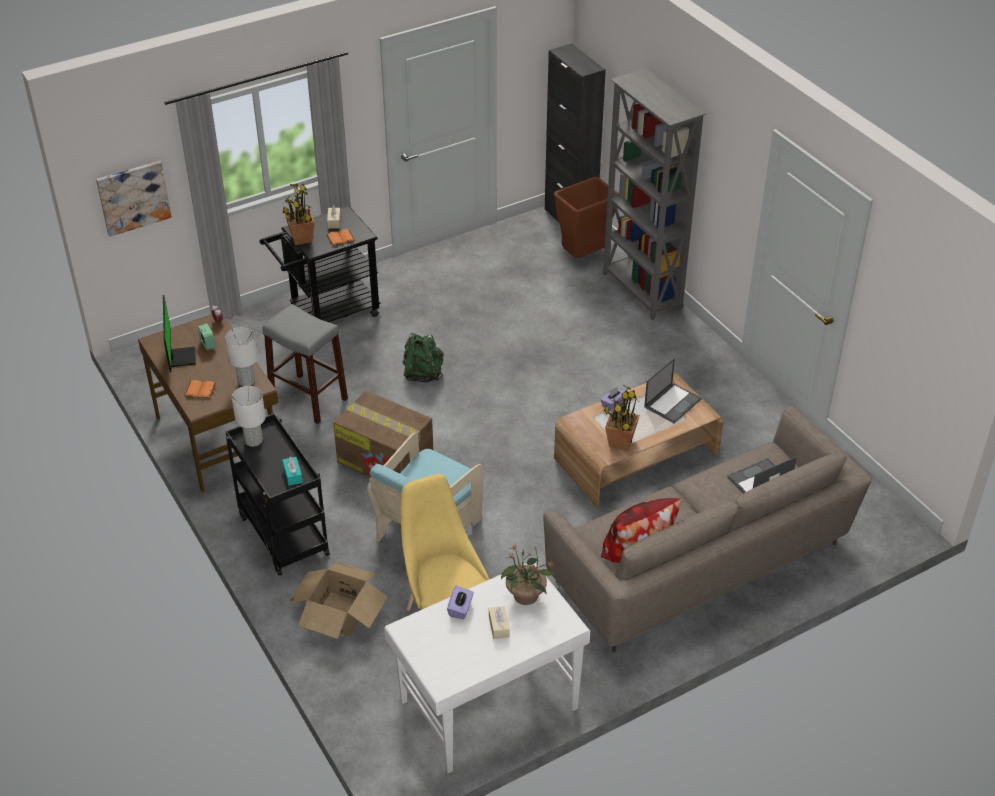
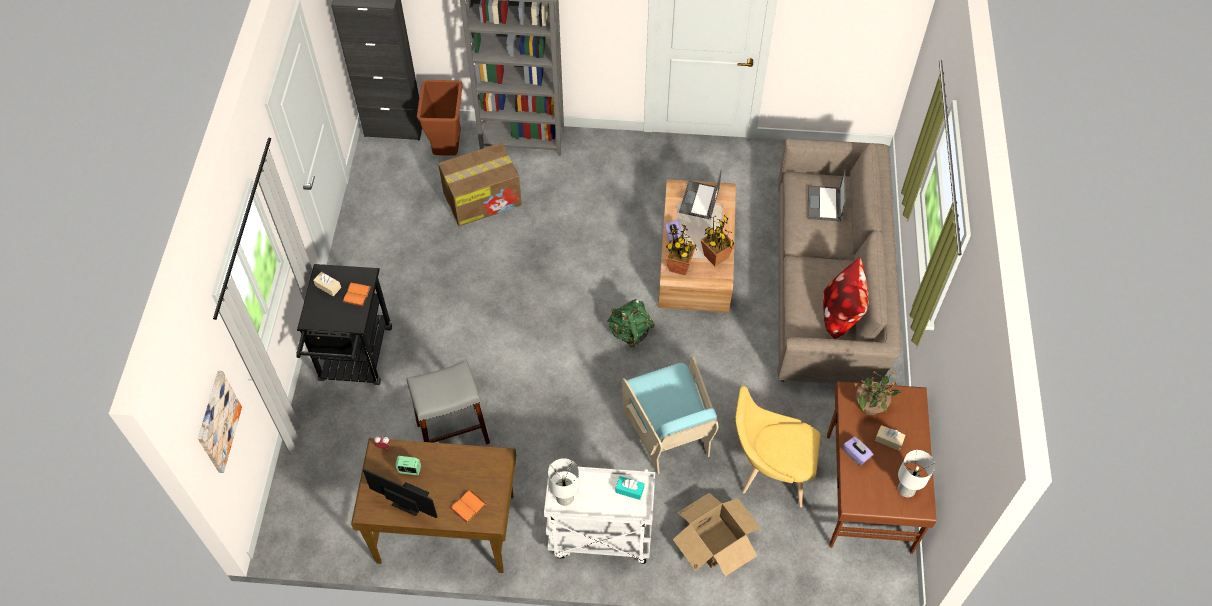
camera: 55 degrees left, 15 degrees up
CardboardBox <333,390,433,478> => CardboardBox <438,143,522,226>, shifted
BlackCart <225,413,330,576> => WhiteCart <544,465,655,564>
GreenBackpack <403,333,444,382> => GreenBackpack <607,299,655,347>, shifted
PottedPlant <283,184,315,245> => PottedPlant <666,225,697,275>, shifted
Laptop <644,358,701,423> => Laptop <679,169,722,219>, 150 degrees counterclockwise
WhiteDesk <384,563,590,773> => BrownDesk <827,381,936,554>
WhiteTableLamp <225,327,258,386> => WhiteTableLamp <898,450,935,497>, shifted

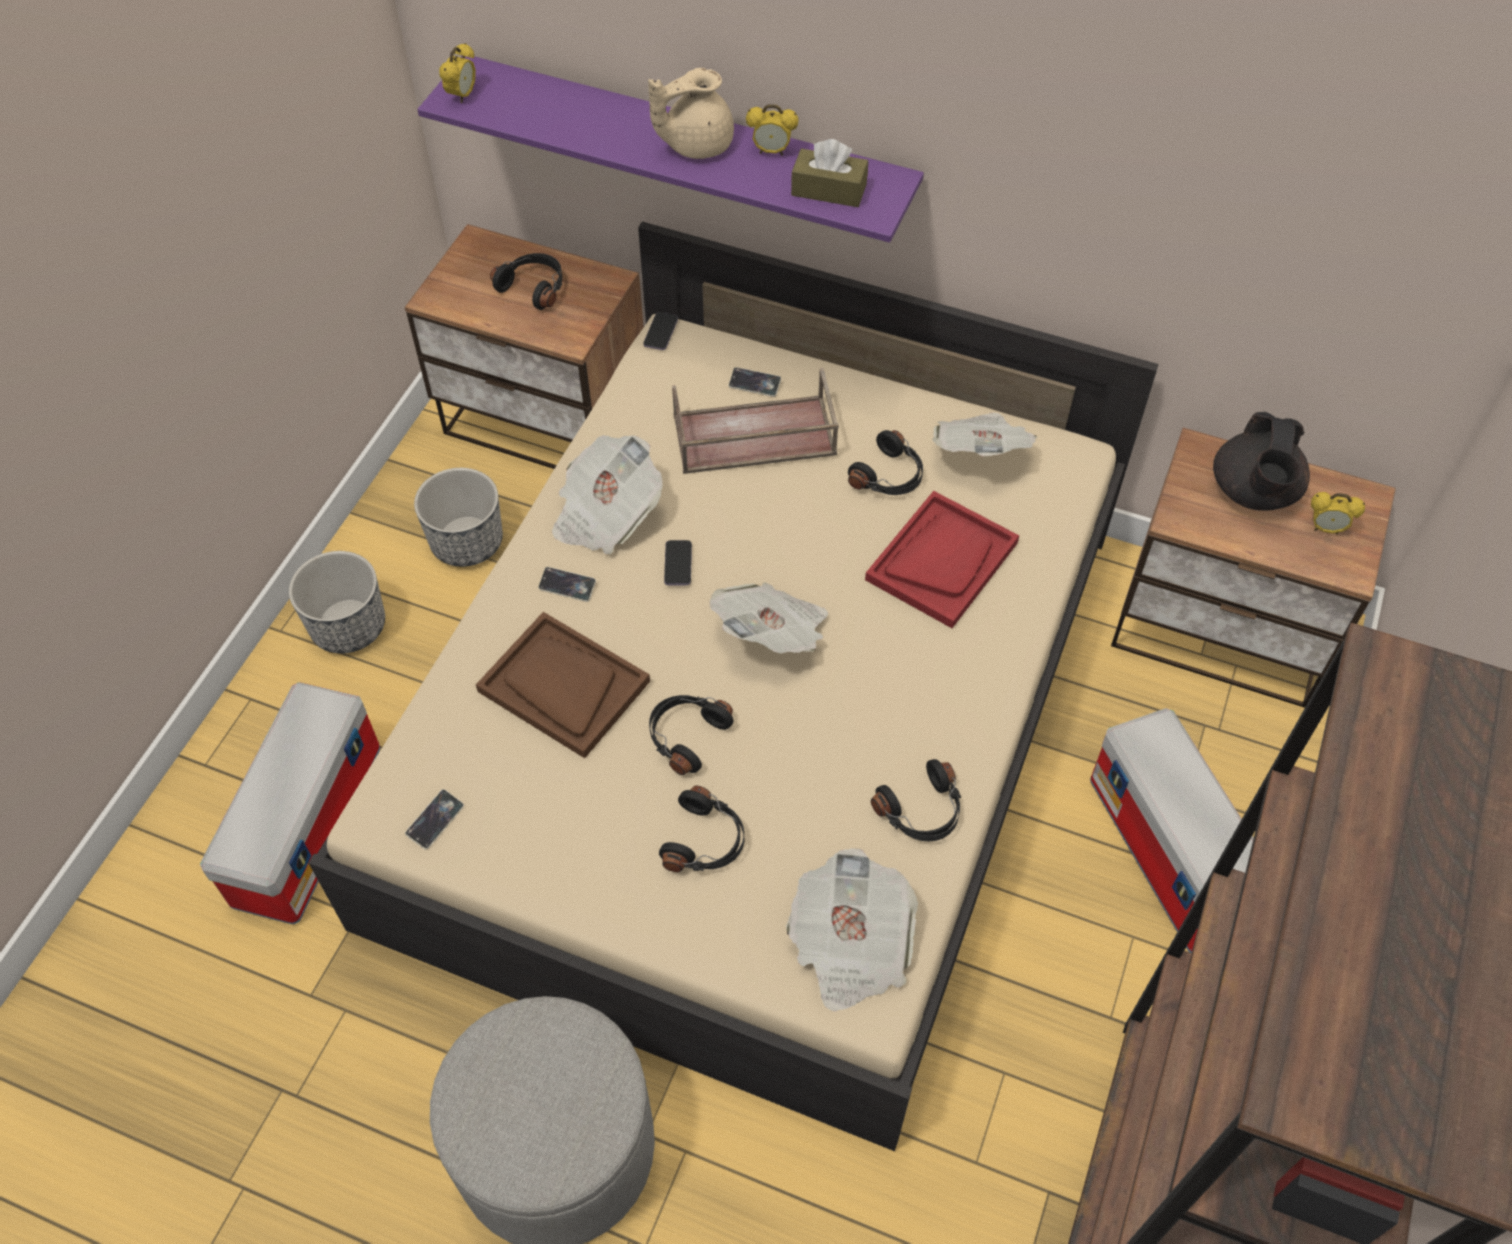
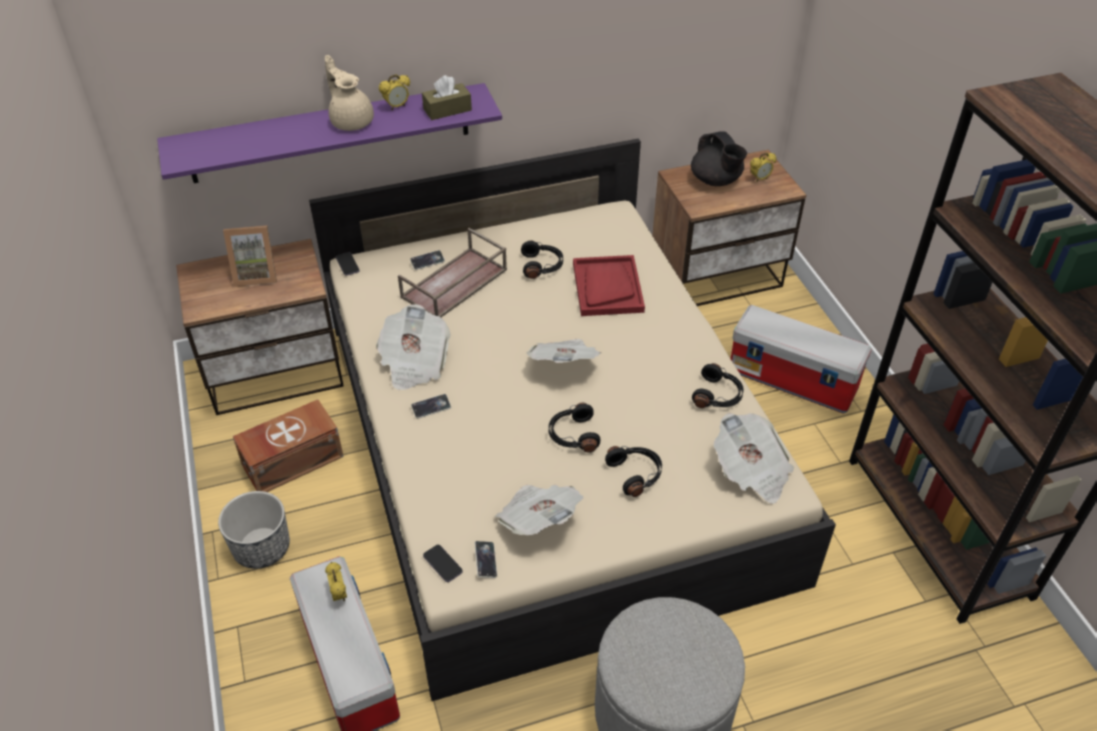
camera: 40 degrees left, 10 degrees down
BlackHeadphones <490,253,562,310> => PictureFrame <223,226,277,287>
Planter <414,468,503,567> => BrownStorageBox <233,399,344,492>
BeigeTeapot <648,68,734,159> => BeigeTeapot <325,55,374,131>, 120 degrees clockwise
AlarmClock <439,43,476,104> => AlarmClock <325,562,347,601>, shifted
Phone <664,540,692,585> => Phone <423,545,463,582>, shifted
Newspaper <932,413,1037,457> => Newspaper <495,485,583,535>, shifted
BrownTray <476,612,650,758> => nothing

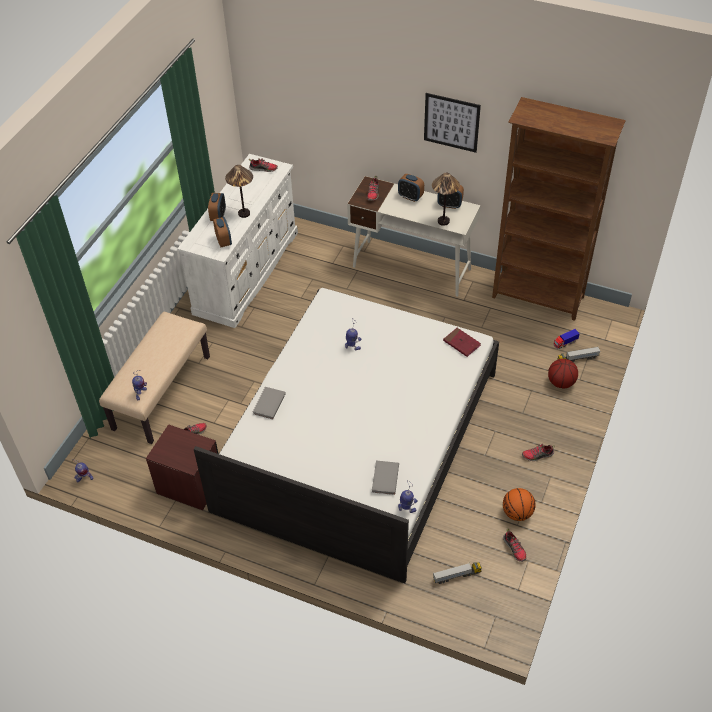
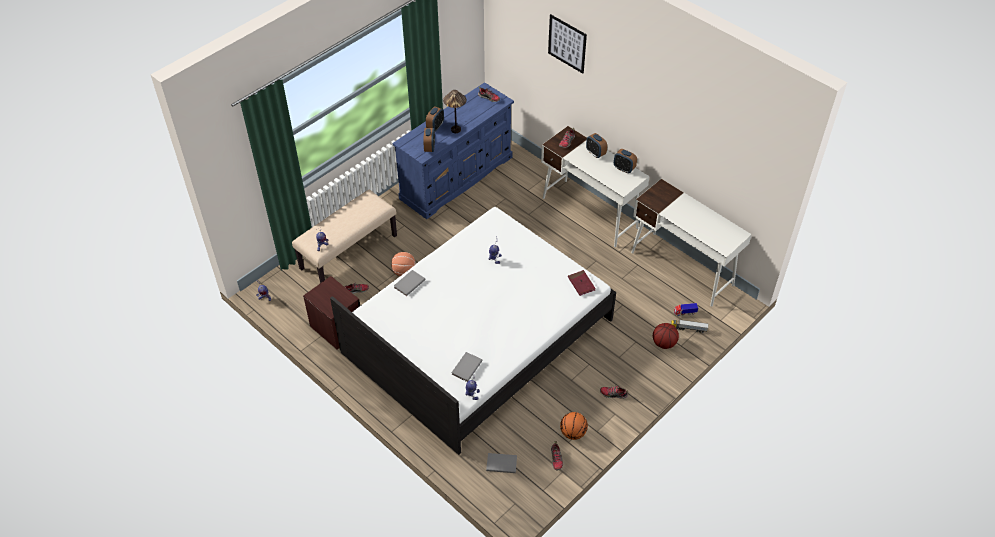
camera: 20 degrees right, 0 degrees up
nothing => Basketball <391,252,416,276>
WhiteDresser <177,154,298,328> => BlueDresser <393,82,514,219>
ToyTruck <433,562,482,584> => GreyBook <486,453,517,473>
Picture <424,93,481,153> => Picture <548,14,587,74>, shifted
BrownBookcase <492,97,626,321> => WhiteDesk <631,179,752,307>
TableLamp <432,173,460,226> => nothing

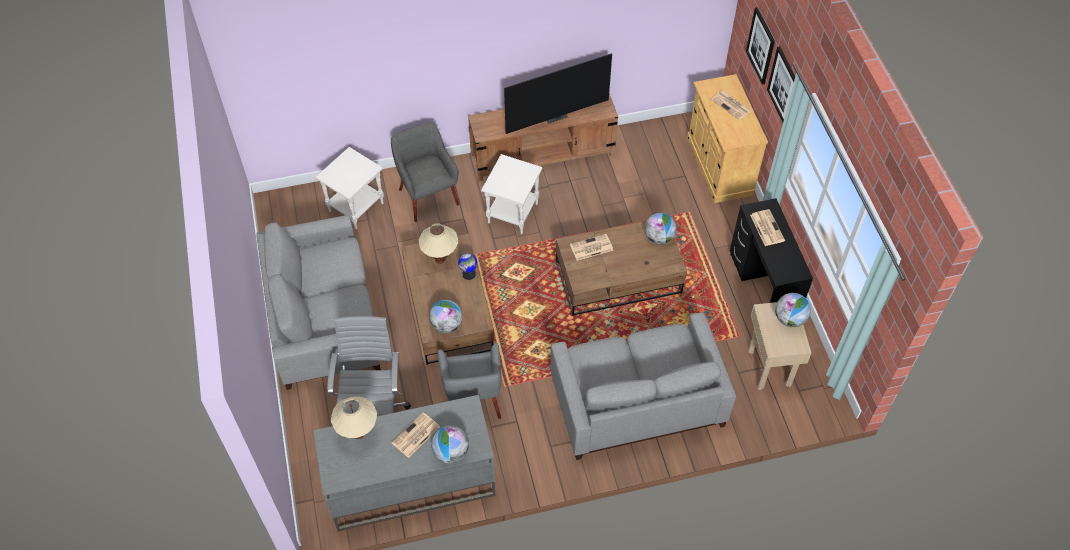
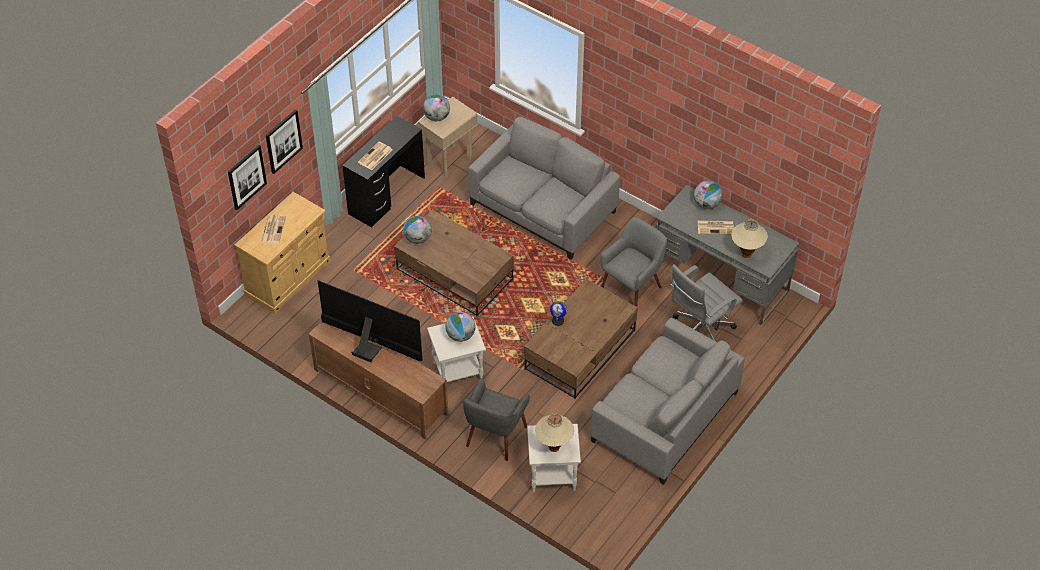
camera: 130 degrees left, 5 degrees down
Globe <429,300,463,333> => Globe <445,312,475,342>, shifted
BeigeTableLamp <419,223,459,264> => BeigeTableLamp <535,413,574,452>, shifted
Newspaper <570,234,613,261> => nothing

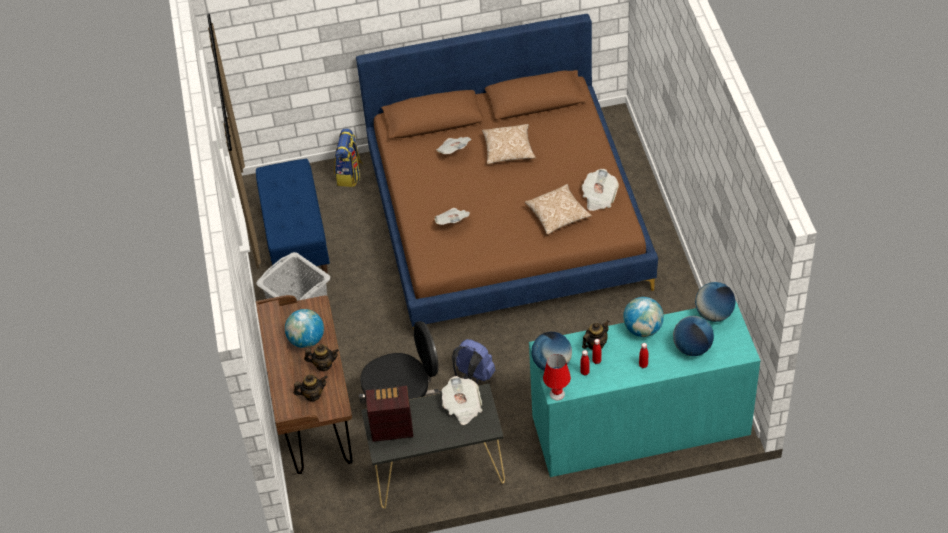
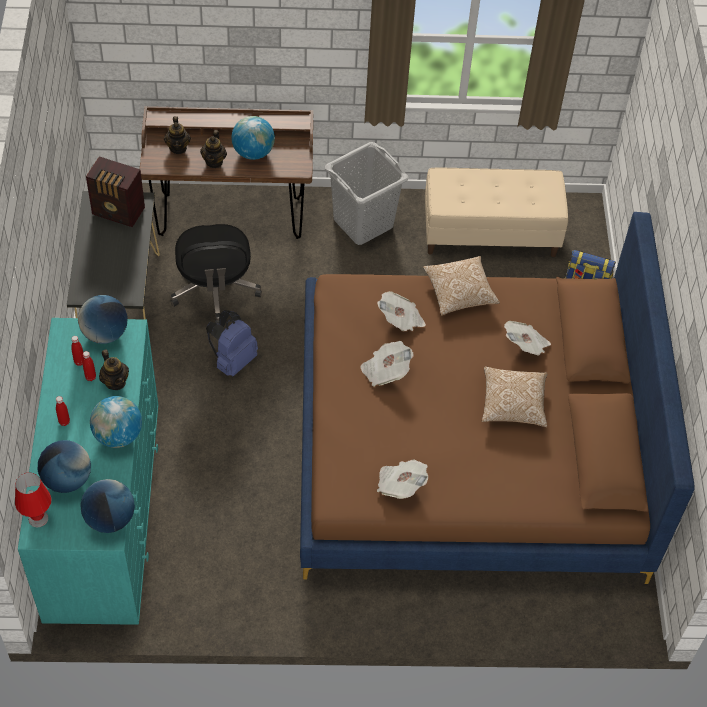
camera: 95 degrees right, 5 degrees up
RedTableLamp <543,354,571,401> => RedTableLamp <15,472,51,527>, shifted
Radio <366,385,413,442> => Radio <86,156,145,227>, 105 degrees clockwise
Newspaper <442,376,483,425> => Newspaper <360,341,414,387>, shifted
Pillow <525,184,592,235> => Pillow <423,256,500,315>, shifted
BlueBench <256,159,330,273> => BeigeBench <425,167,568,257>

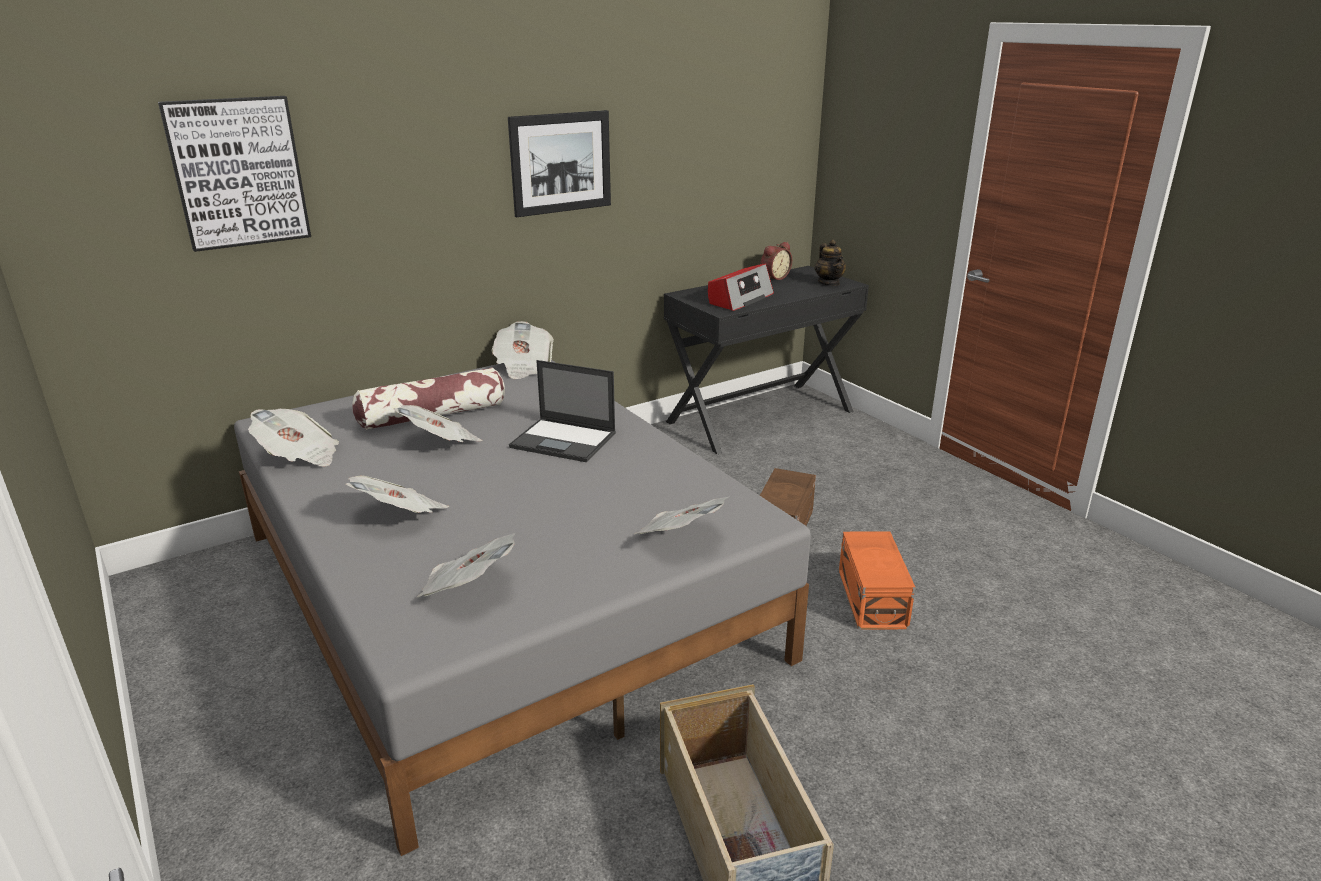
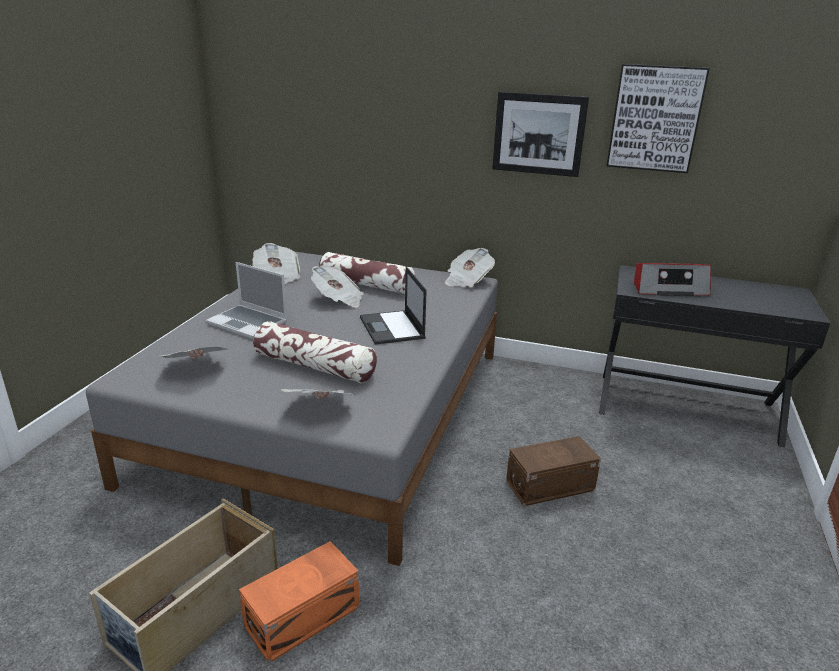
camera: 50 degrees right, 0 degrees up
Newspaper <345,476,449,513> => Laptop <206,262,288,339>
OrangeStorageBox <839,531,916,630> => OrangeStorageBox <239,541,359,663>, shifted
nothing => Pillow <253,321,377,383>
Picture <158,96,311,252> => Picture <606,64,710,173>, shifted
AlarmClock <760,242,792,280> => nothing
Teapot <815,239,846,286> => nothing

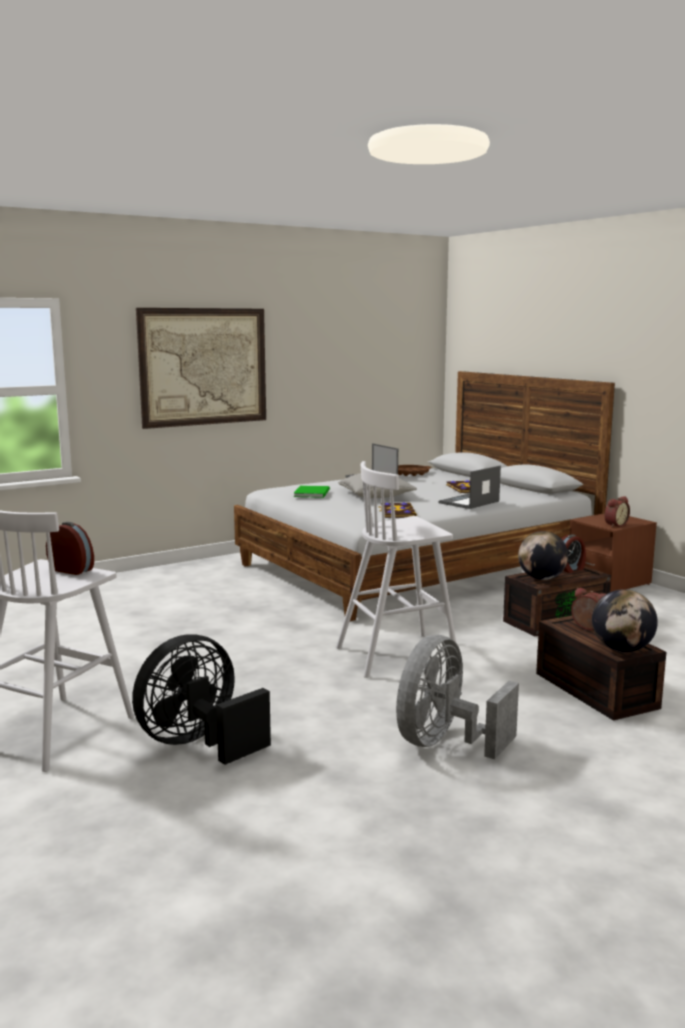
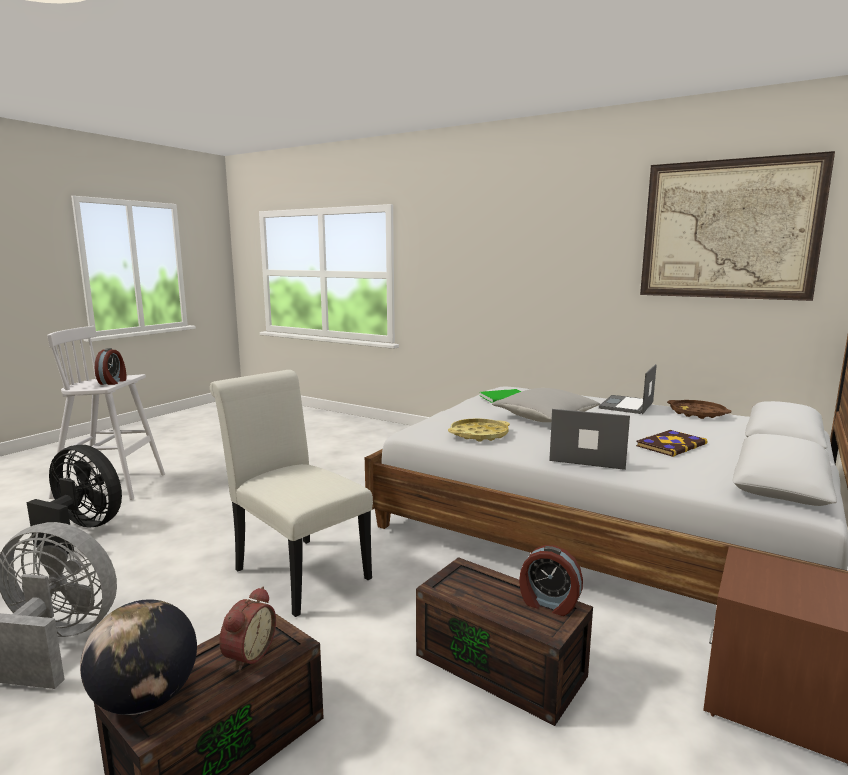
camera: 65 degrees right, 0 degrees up
WhiteStool <336,461,457,678> => WhiteChair <210,370,373,617>
Book <378,502,417,518> => YellowTray <448,418,510,442>
Picture <136,308,266,429> => Picture <640,151,835,301>, shifted
Globe <518,531,568,580> => nothing
AlarmClock <604,496,630,527> => nothing

